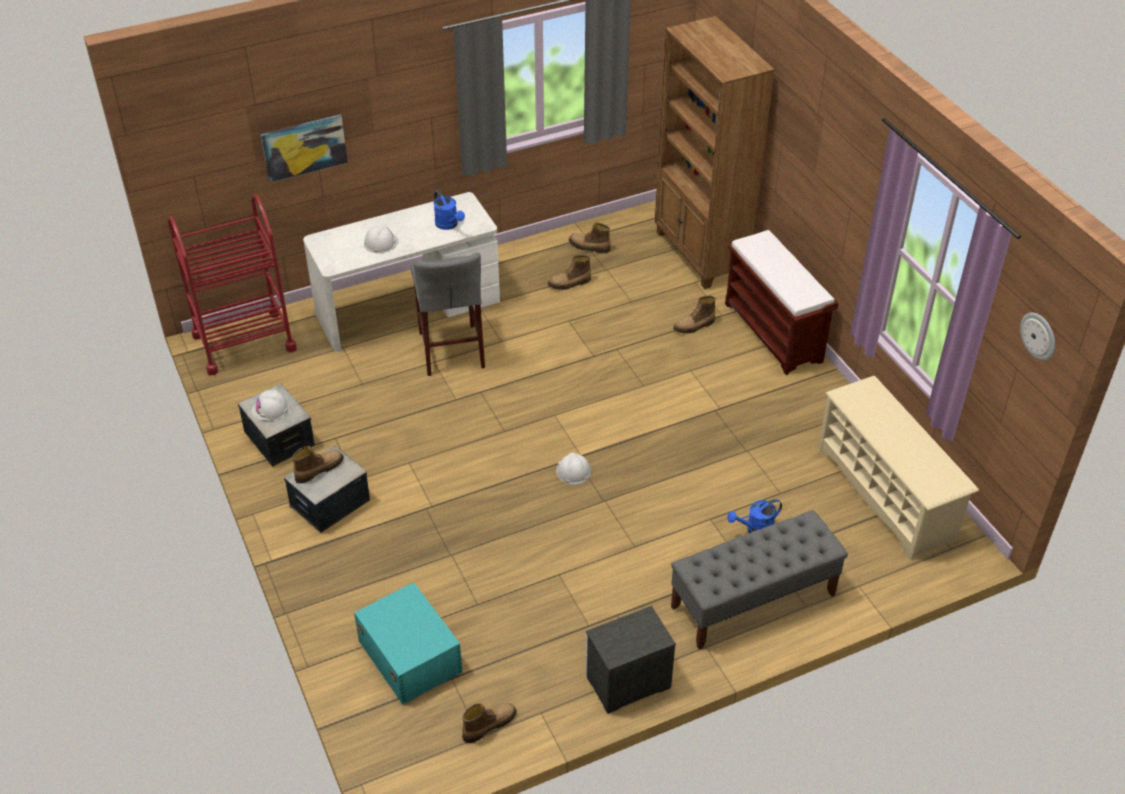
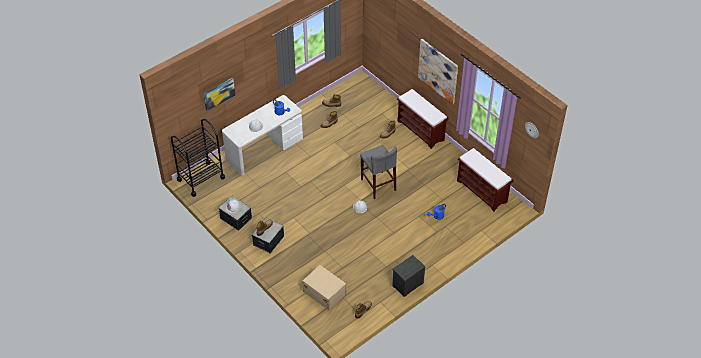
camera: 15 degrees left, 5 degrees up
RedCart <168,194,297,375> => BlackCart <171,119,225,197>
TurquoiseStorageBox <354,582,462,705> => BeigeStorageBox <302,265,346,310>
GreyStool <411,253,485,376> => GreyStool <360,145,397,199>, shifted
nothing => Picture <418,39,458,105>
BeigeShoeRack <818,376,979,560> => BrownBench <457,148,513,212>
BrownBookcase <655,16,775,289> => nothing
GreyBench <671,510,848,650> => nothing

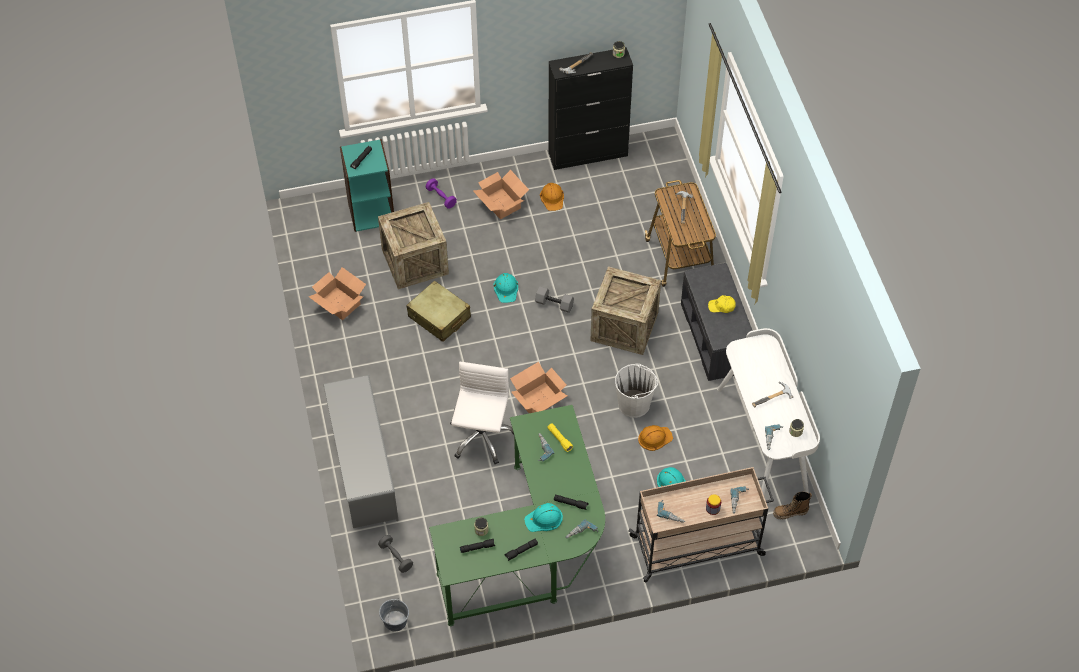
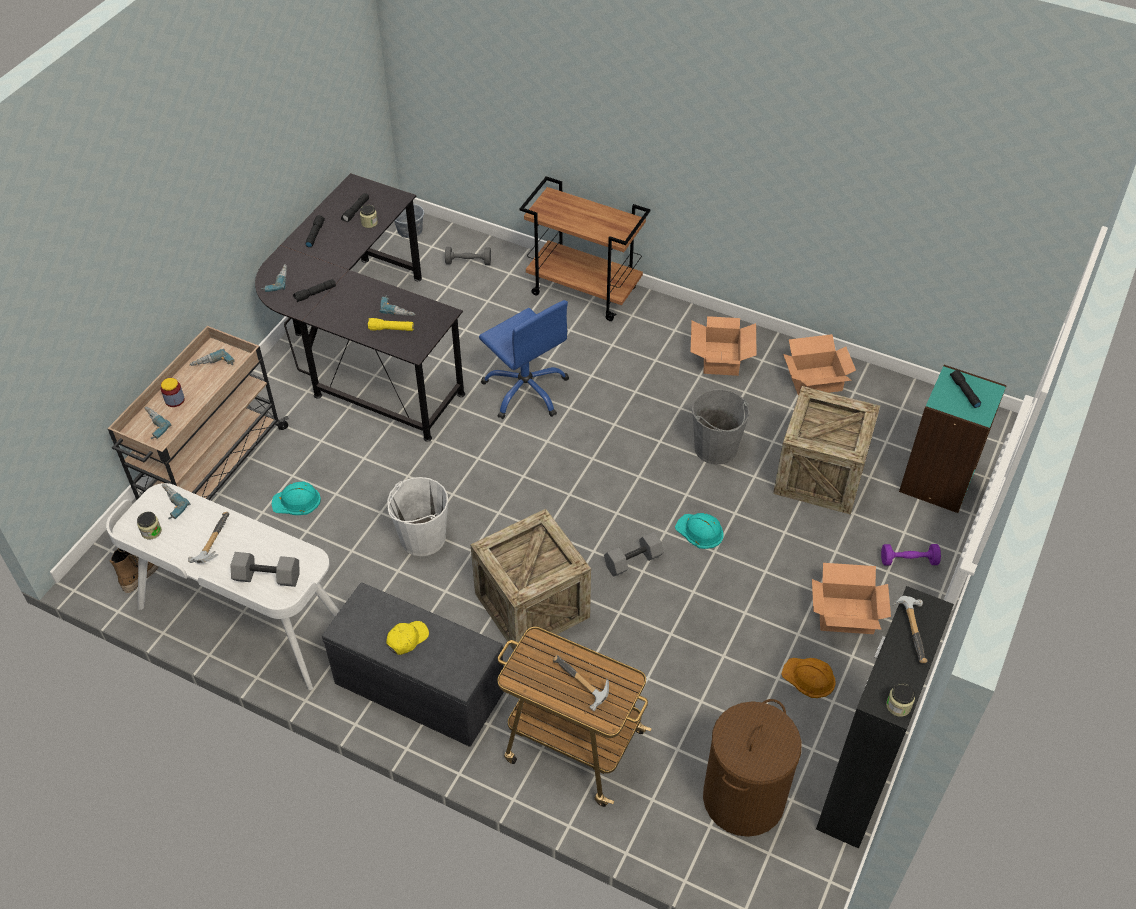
camera: 130 degrees right, 5 degrees down
nothing => GreyDumbbell <230,552,300,587>
GreenDesk <429,405,605,626> => BlackDesk <255,173,465,442>
WhiteOfficeChair <450,362,514,464> => BlueOfficeChair <479,300,569,419>
GreyShoeRack <323,375,399,528> => BrownCart <520,176,650,321>
CardboardBox <510,362,567,413> => CardboardBox <691,316,757,376>, shifted
BeigeSuitcase <406,280,471,342> => GreyBucket <692,389,750,465>
nothing => BrownLaundryBasket <703,699,801,837>
TurquoiseHardHat <524,503,563,532> => nothing
OrangeHardHat <638,425,673,451> => nothing

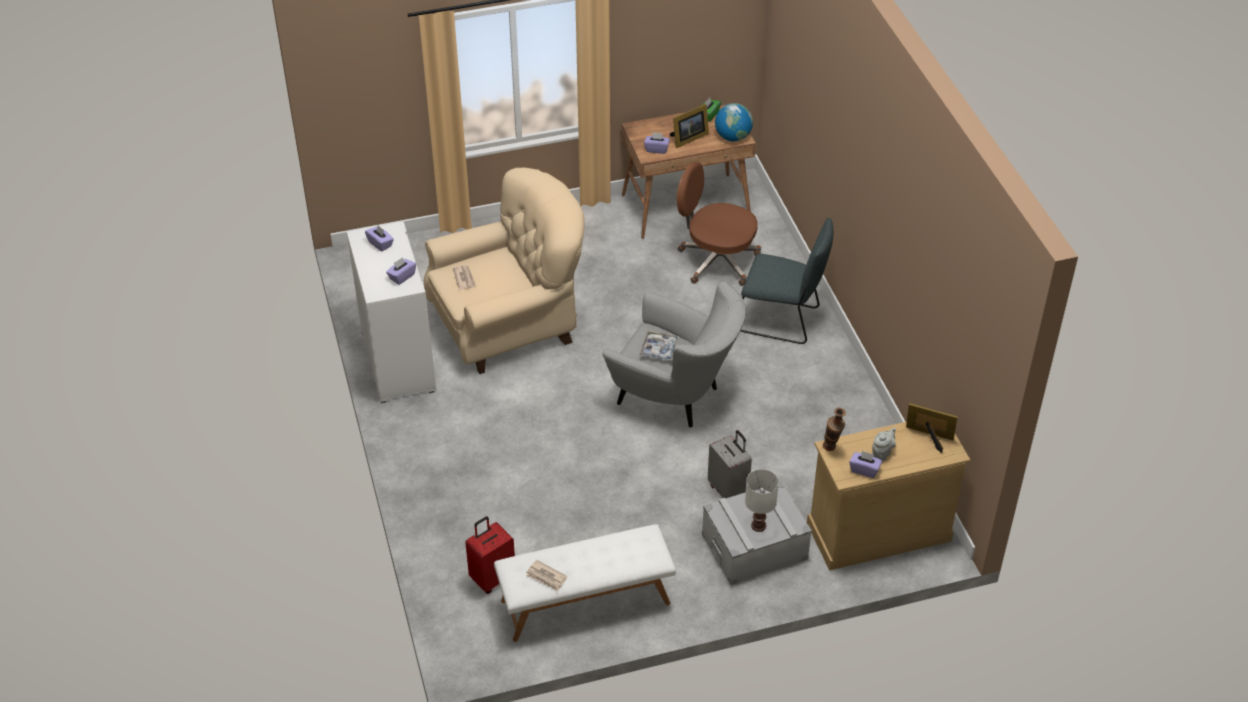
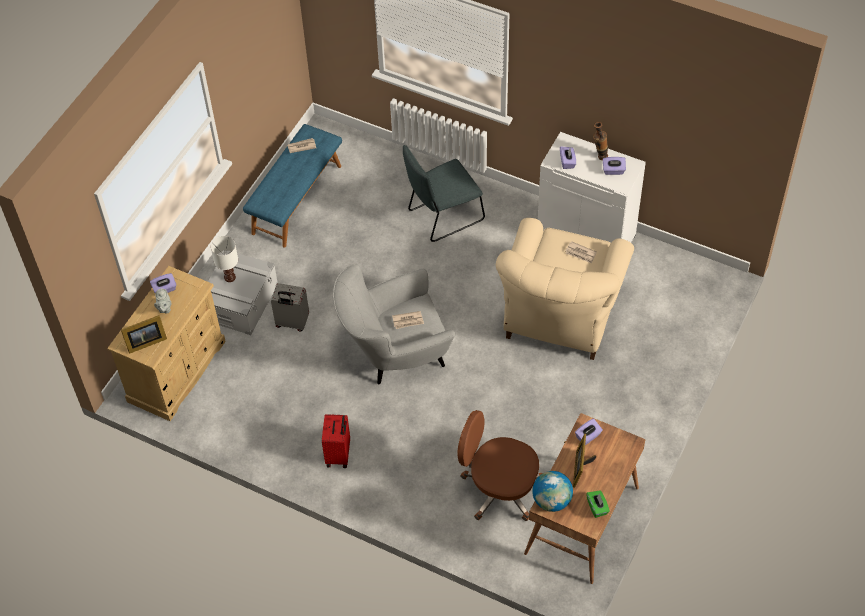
camera: 135 degrees right, 10 degrees up
WhiteBench <494,524,676,642> => BlueBench <243,124,342,247>
RedSuitcase <465,516,515,594> => RedSuitcase <322,414,350,468>, shifted
Tray <639,331,680,361> => Newspaper <392,311,424,329>
GreyChair <740,218,833,344> => GreyChair <403,145,485,242>, shifted
BrownOfficeChair <677,162,761,286> => BrownOfficeChair <457,410,543,521>, 135 degrees counterclockwise
Vase <823,407,846,451> => Vase <593,122,608,160>, shifted

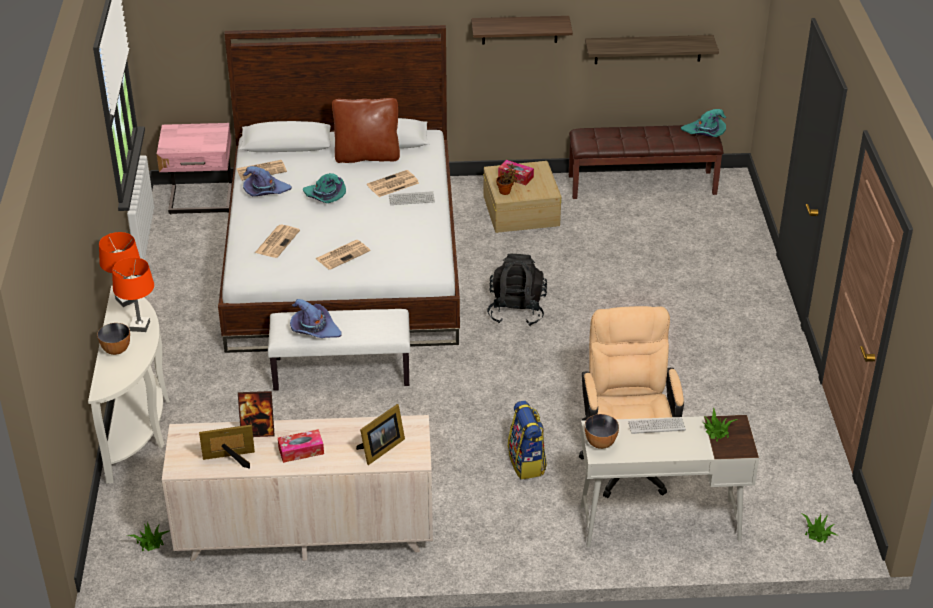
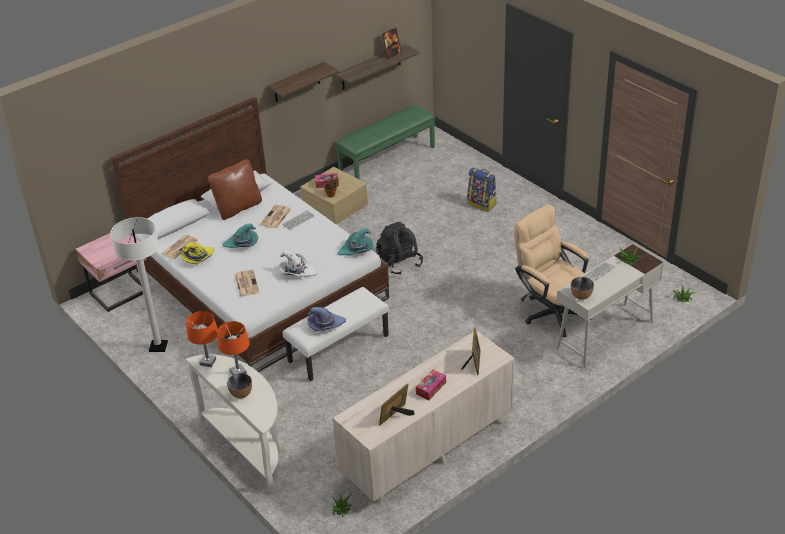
camera: 35 degrees left, 0 degrees up
nothing => WhiteFloorLamp <110,217,168,352>
PurpleHat <243,166,292,196> => YellowHat <182,242,214,264>
Newspaper <315,240,370,270> => WhiteHat <279,251,317,277>
BrownBench <569,125,723,199> => GreenBench <335,105,435,180>
TurquoiseHat <681,109,726,137> => TurquoiseHat <338,228,373,256>, shifted
PictureFrame <238,391,275,437> => PictureFrame <382,28,402,59>, shifted
Backpack <508,401,547,479> => Backpack <467,167,496,212>, shifted

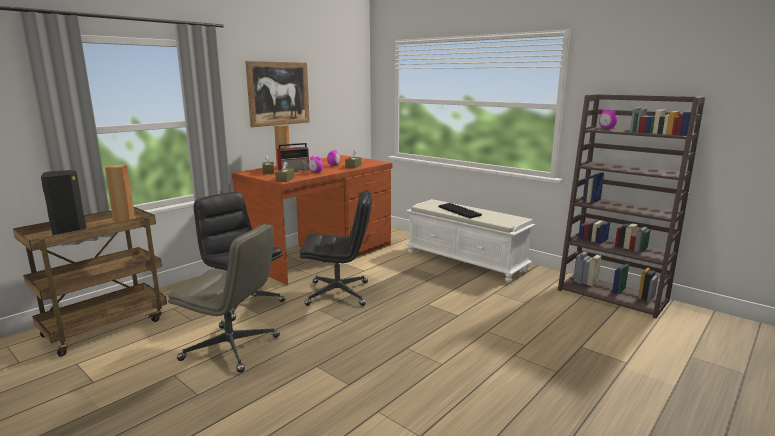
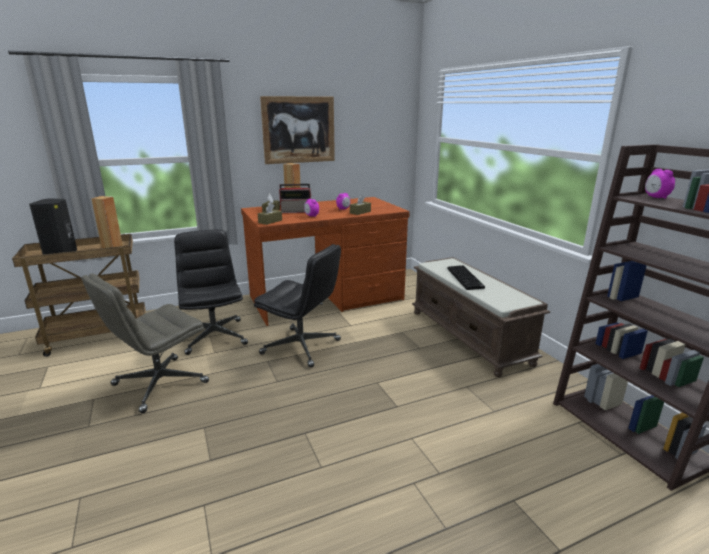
camera: 25 degrees right, 5 degrees up
GreyOfficeChair <168,224,280,373> => GreyOfficeChair <82,273,209,413>, 90 degrees clockwise
WhiteBench <406,199,535,283> => BrownBench <412,257,550,377>

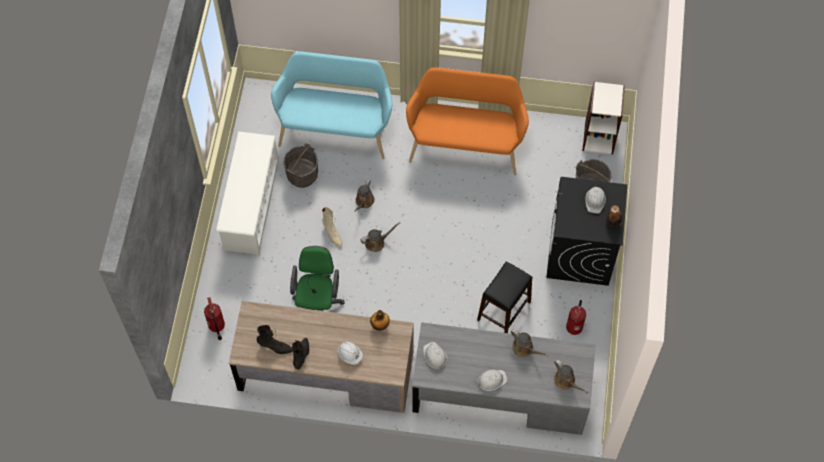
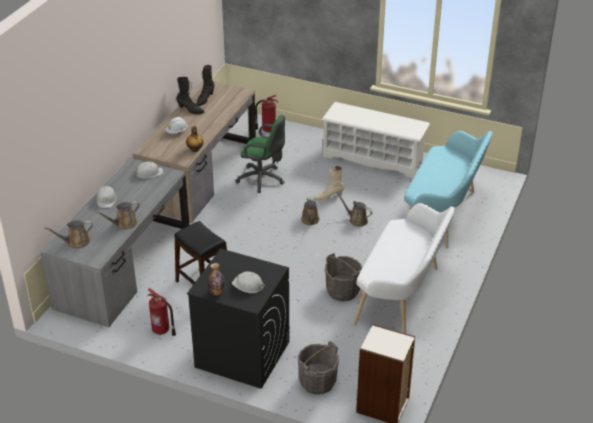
camera: 105 degrees right, 25 degrees down
GreyBucket <283,143,318,188> => GreyBucket <325,253,362,301>, shifted
OrangeBench <406,67,529,175> => WhiteBench <353,203,455,333>

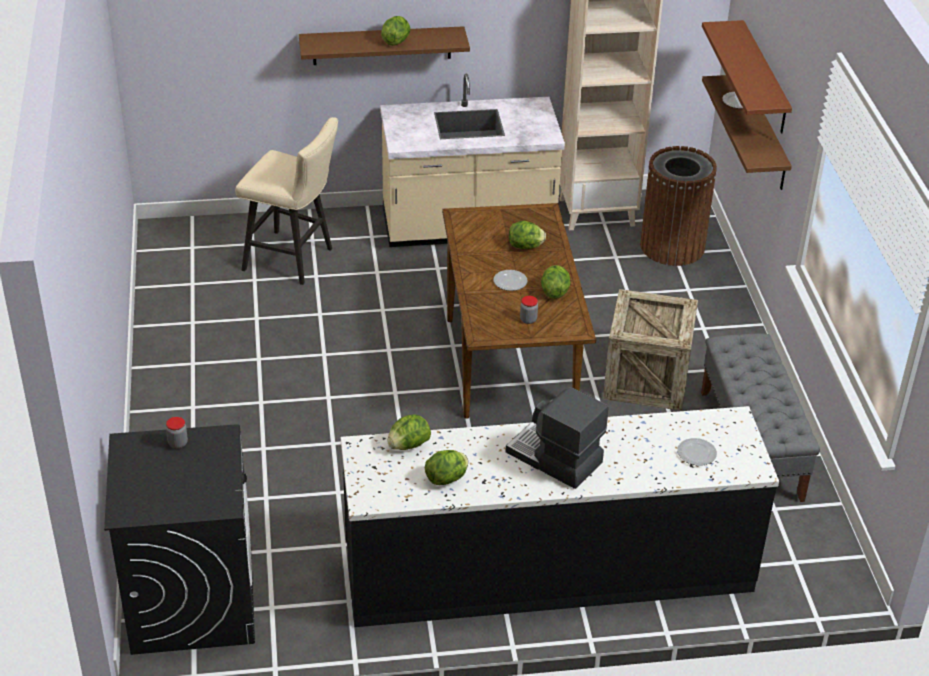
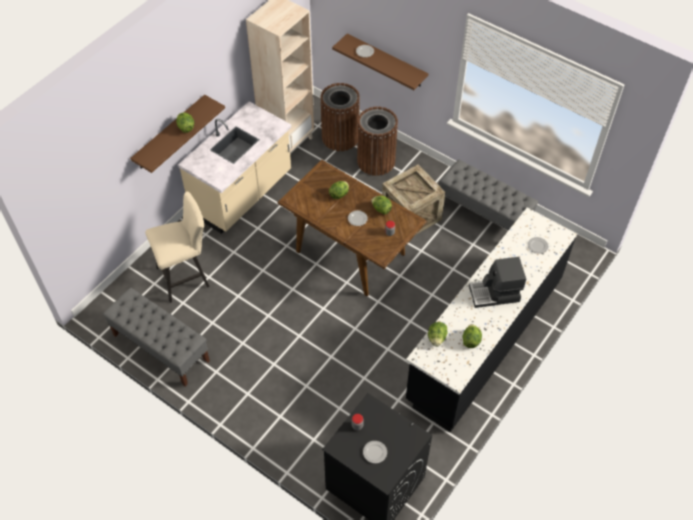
camera: 45 degrees left, 15 degrees up
nothing => GreyBench <103,288,210,387>
nothing => BrownTrashCan <357,107,398,176>
nothing => Plate <363,441,387,463>
BrownShelf <702,20,792,134> => nothing

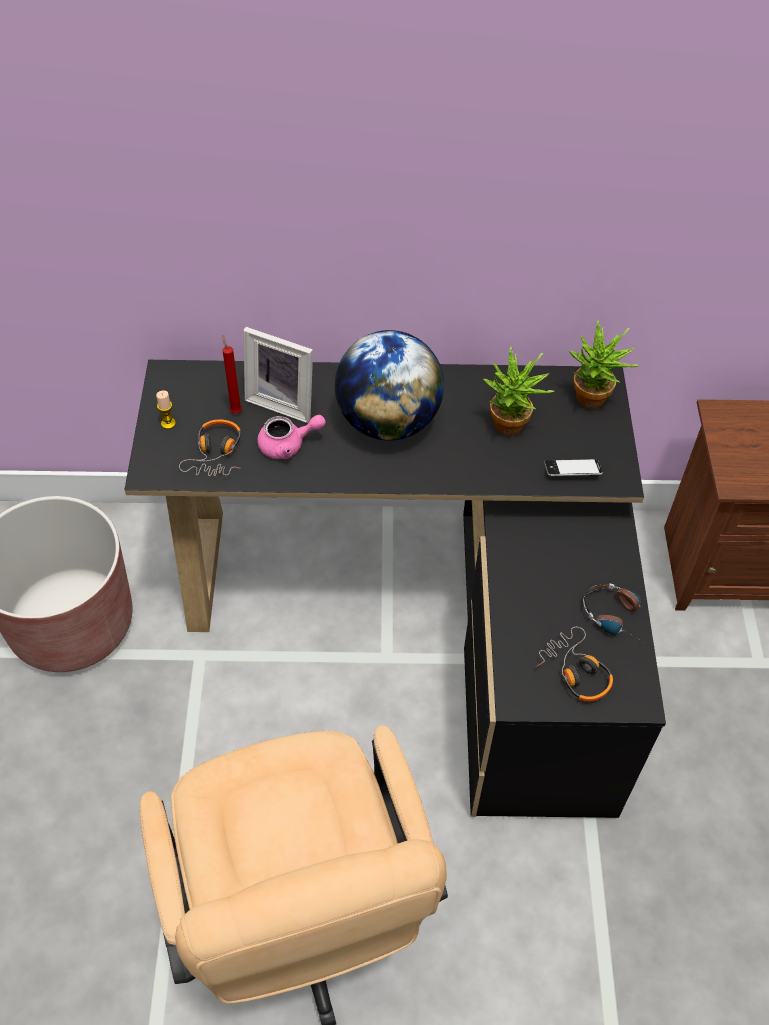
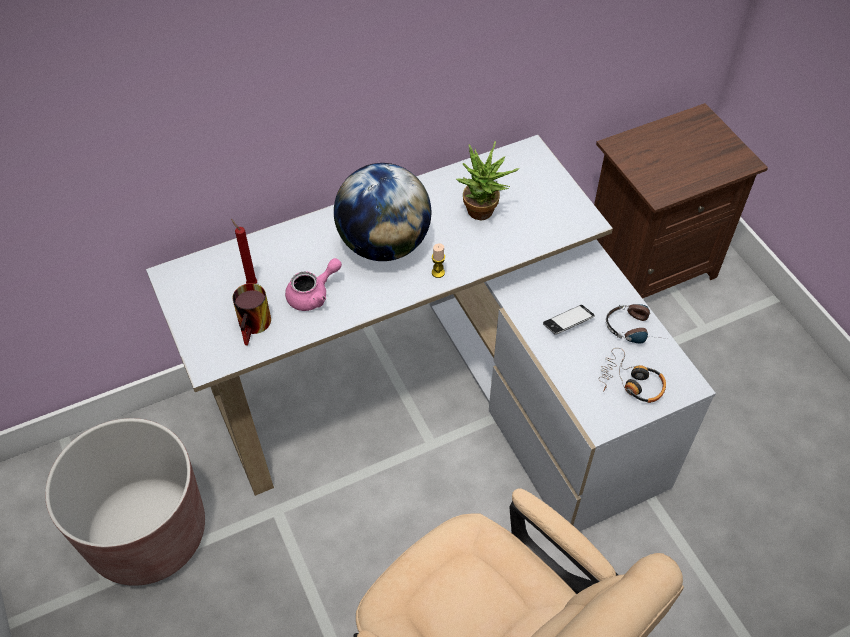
camera: 25 degrees left, 0 degrees up
BlackDesk <124,360,666,818> => WhiteDesk <146,135,716,531>
Headphones <179,419,241,476> => Mug <233,283,271,345>
Candle <156,391,176,429> => Candle <432,243,445,278>, shifted
Phone <544,459,603,476> => Phone <543,305,595,335>, shifted
PictureFrame <244,327,313,423> => nothing
PottedPlant <569,320,640,409> => nothing

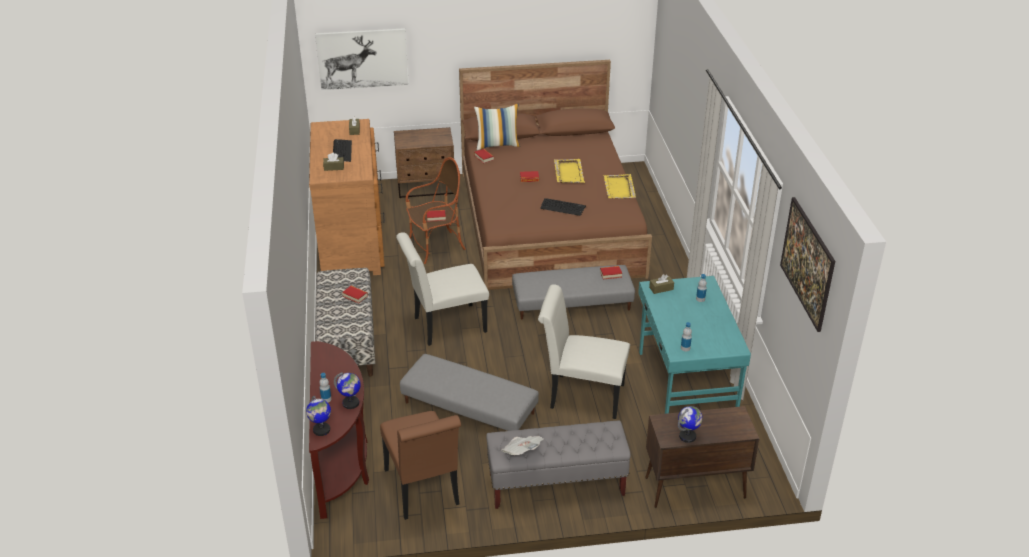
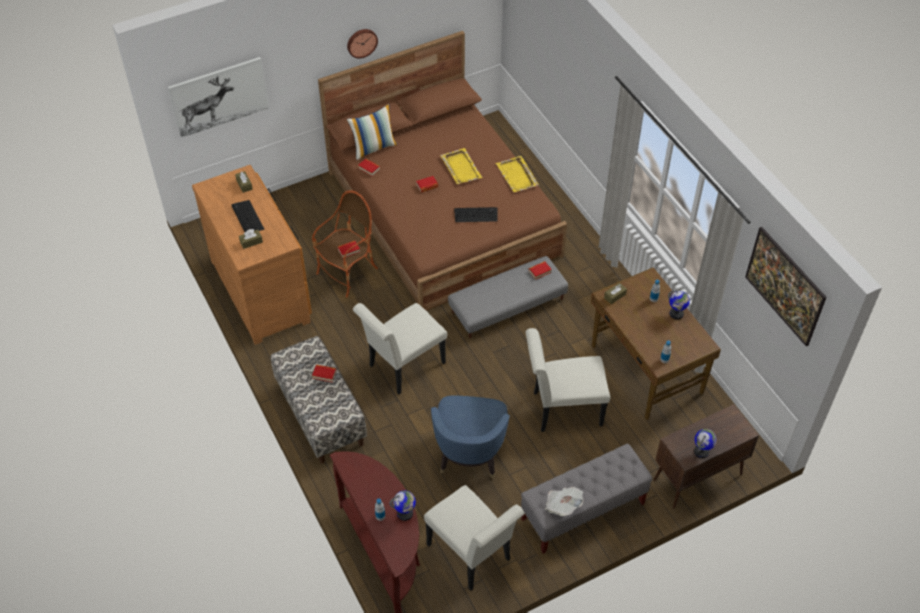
camera: 20 degrees left, 15 degrees up
nothing => WallClock <347,29,378,59>
BrownChair <380,411,461,520> => WhiteChair <424,485,525,591>
GreyOttoman <400,354,539,431> => BlueArmchair <431,396,510,479>
TurquoiseDesk <638,276,751,414> => BrownDesk <591,268,721,420>
Globe <306,396,331,436> => Globe <668,290,690,319>, shifted
BrownNightstand <394,127,454,198> => nothing

